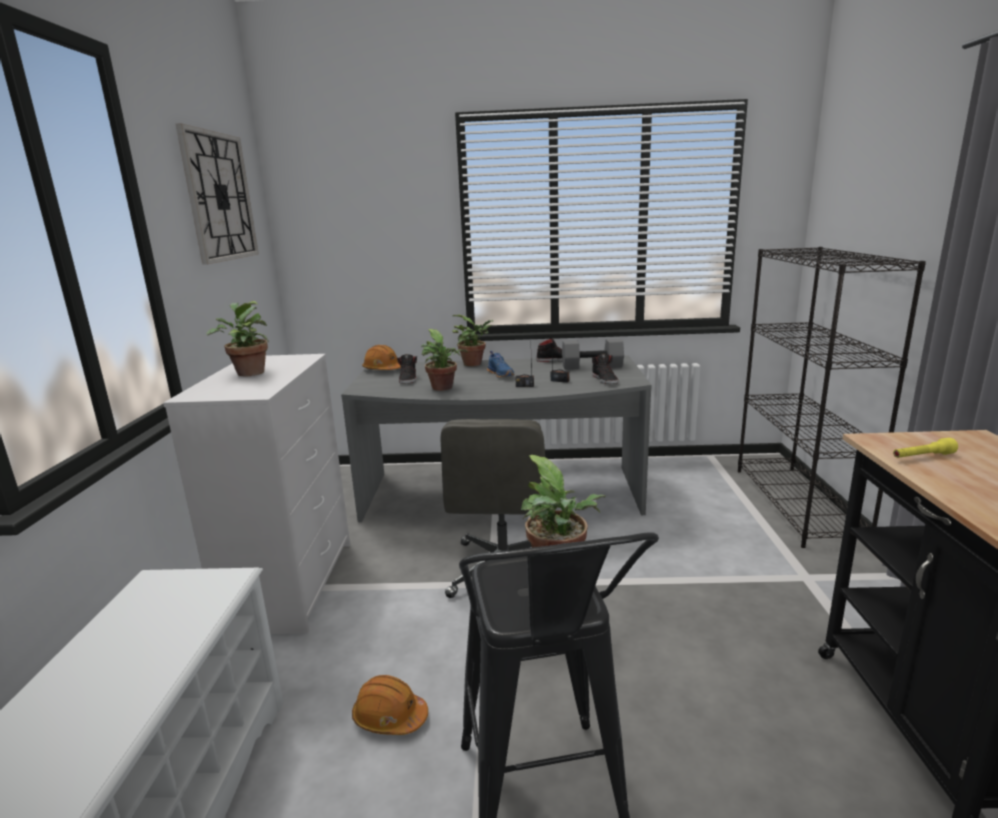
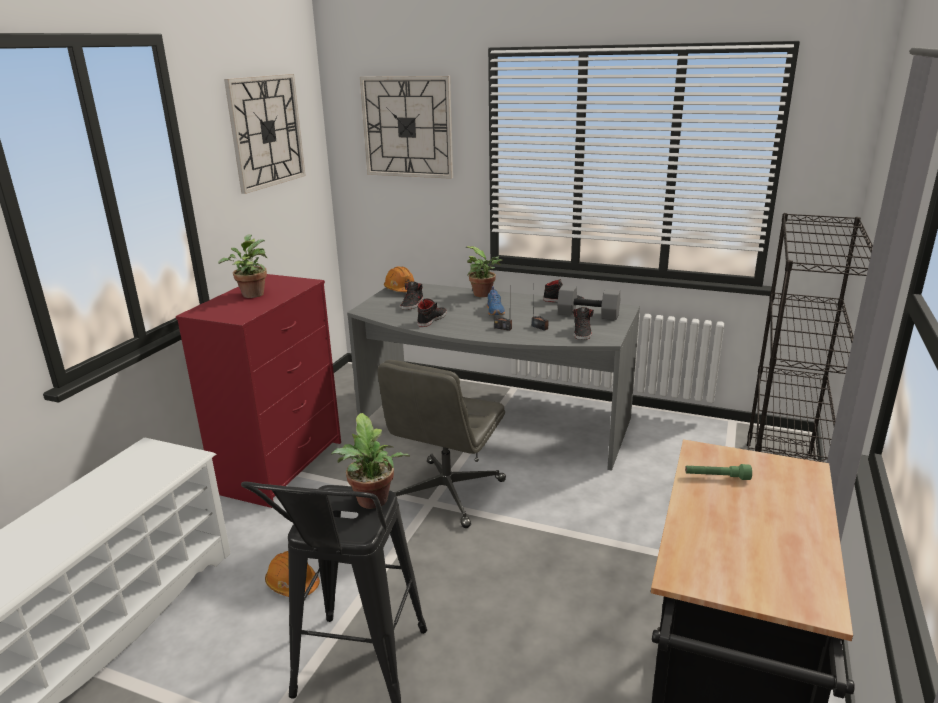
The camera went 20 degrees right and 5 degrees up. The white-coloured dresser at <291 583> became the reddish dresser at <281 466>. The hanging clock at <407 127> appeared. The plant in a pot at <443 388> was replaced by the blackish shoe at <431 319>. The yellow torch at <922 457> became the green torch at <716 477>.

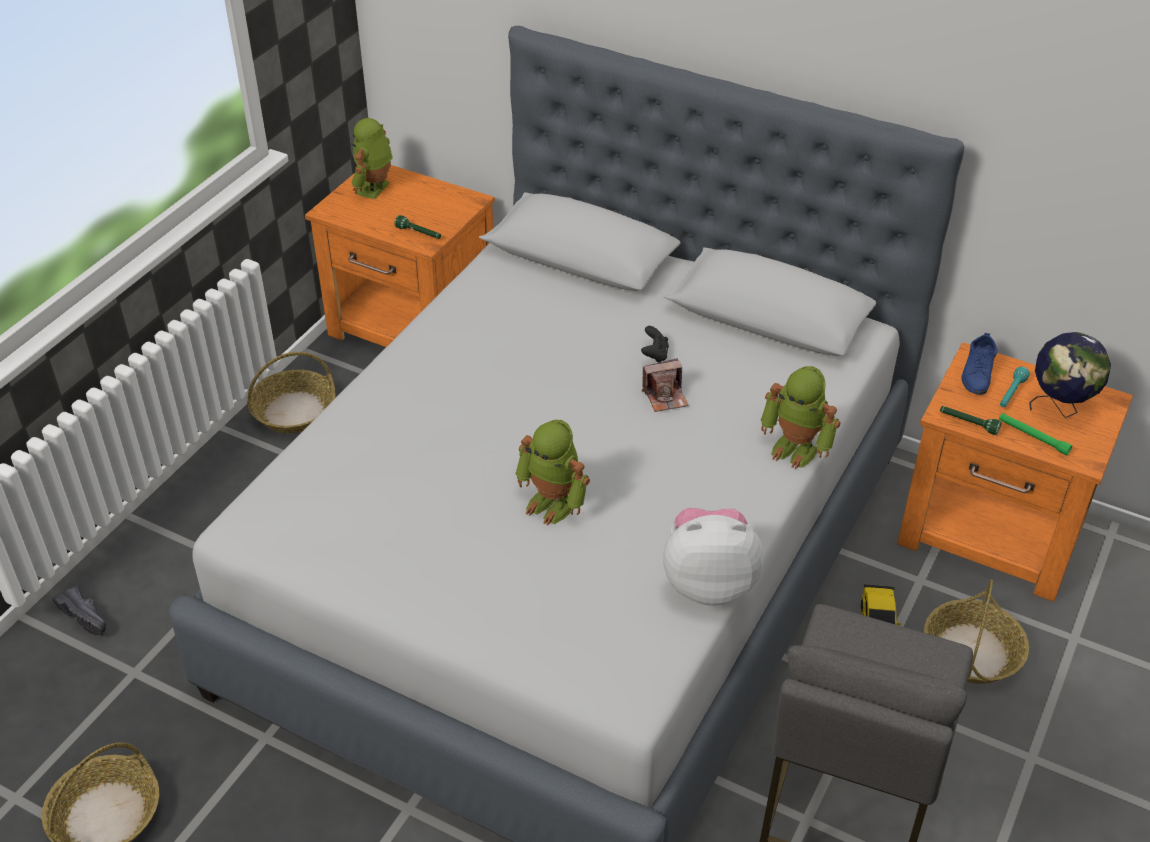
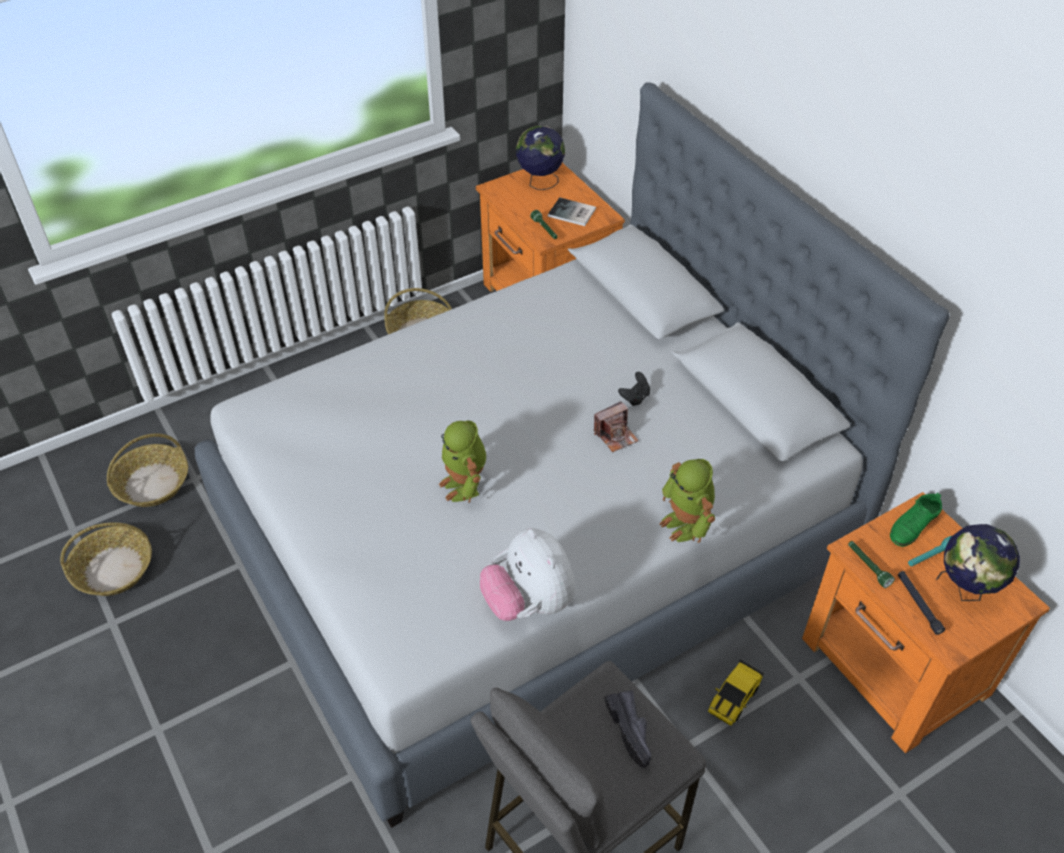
The camera went 30 degrees right and 5 degrees up. The storage basket moved from <972 652> to <151 484>. The plush toy at <709 582> turned 150 degrees counterclockwise. The robot figure at <375 189> was replaced by the desk globe at <540 183>. The book at <572 213> appeared. The still camera at <665 396> turned 45 degrees counterclockwise. The blackish shoe moved from <88 616> to <633 732>. The bluish shoe at <977 373> became the green shoe at <913 525>. The green torch at <1033 437> became the blackish torch at <918 604>.

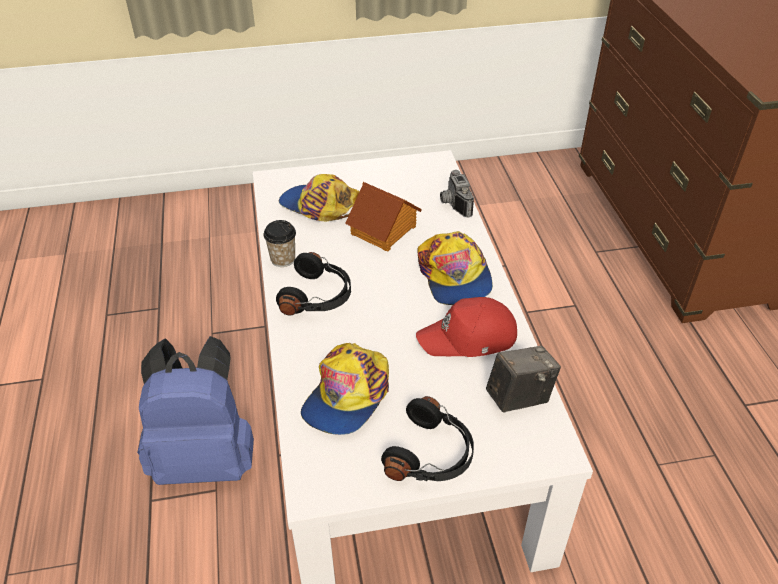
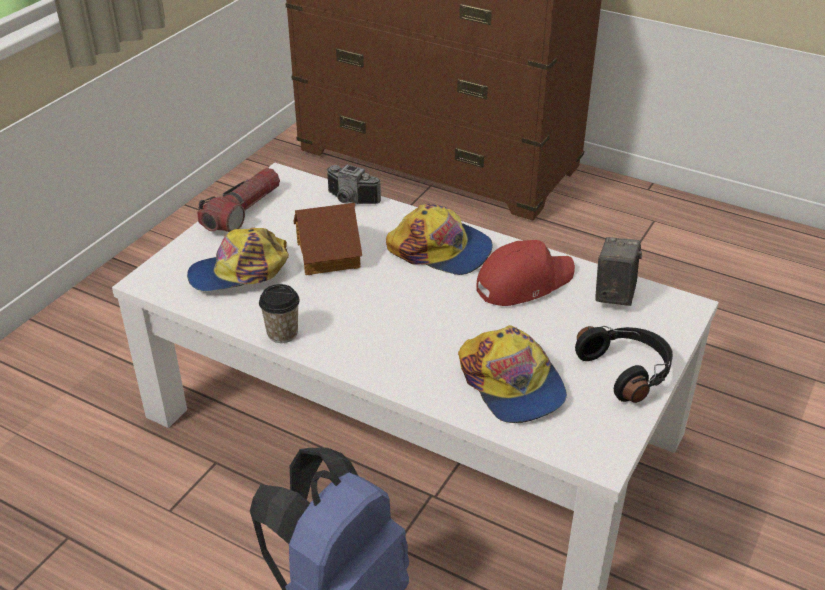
The camera went 50 degrees left and 5 degrees down. The torch at <242 211> appeared. The reddish baseball cap at <469 338> turned 150 degrees counterclockwise. The blackish headphones at <318 297> disappeared.

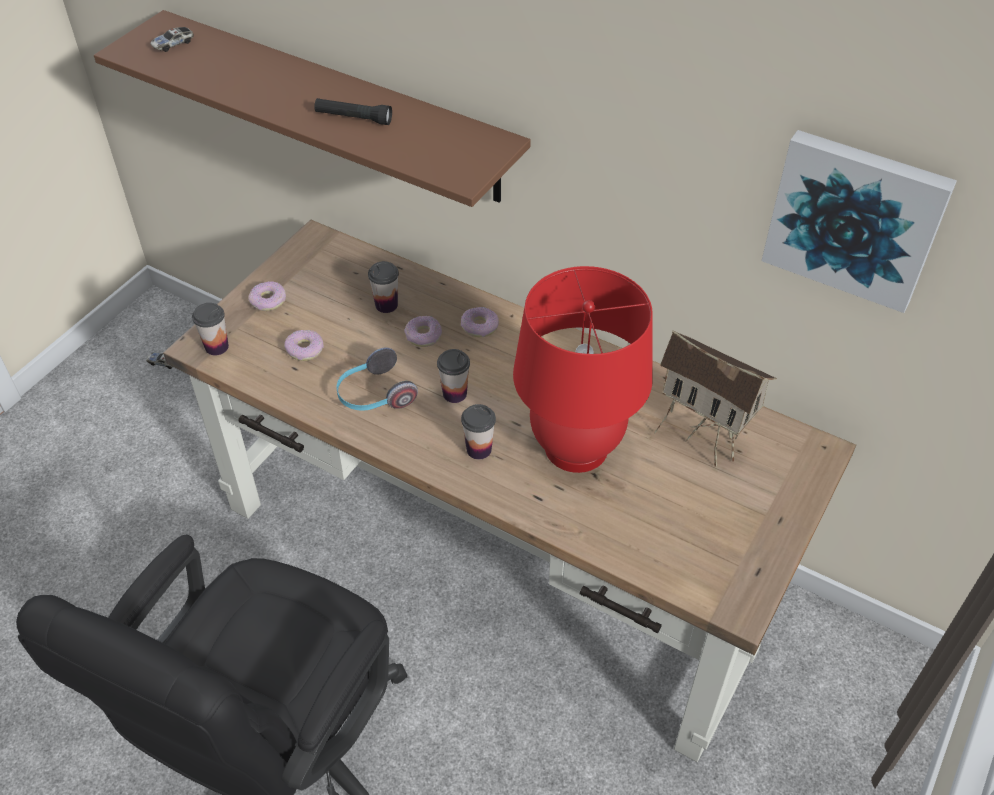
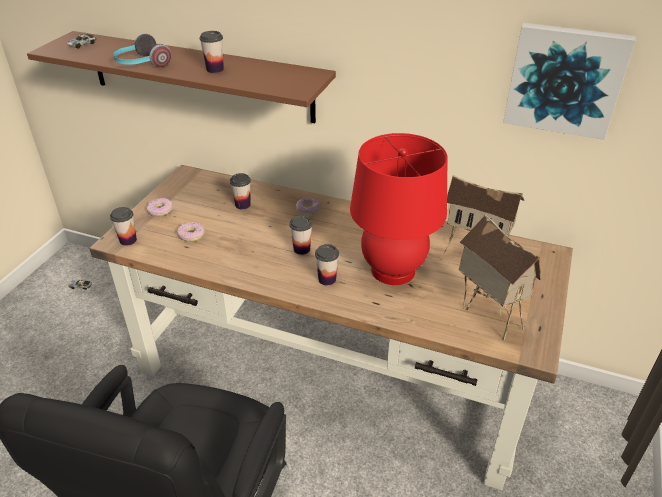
The camera went 10 degrees left and 10 degrees down. The headphones moved from <374 395> to <141 64>. The blackish torch at <353 118> was replaced by the cup at <215 69>. The toy house at <487 315> appeared. The doughnut at <423 336> disappeared.

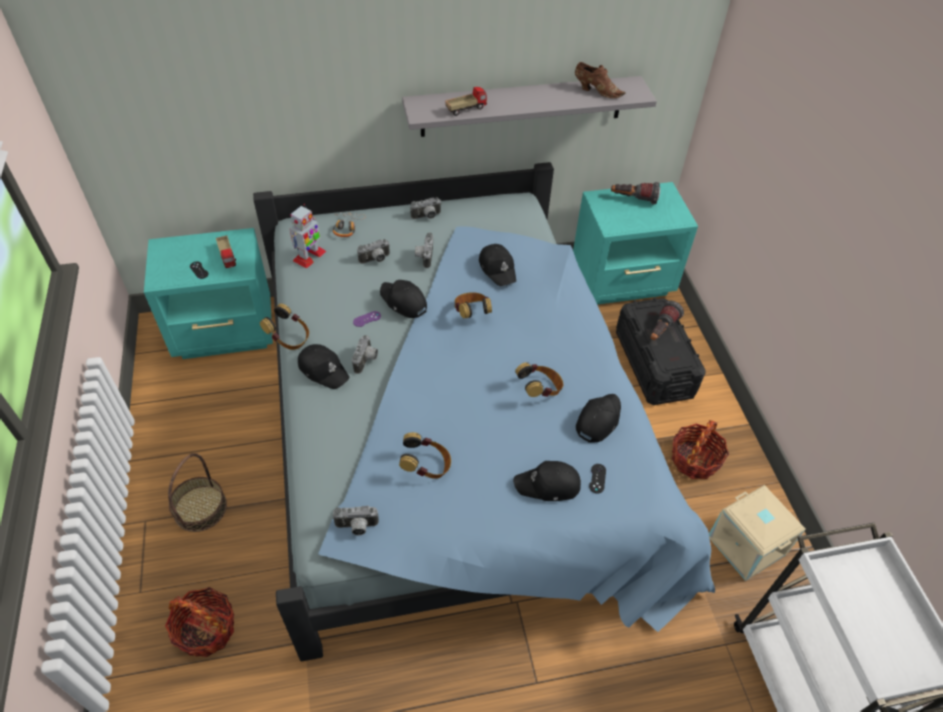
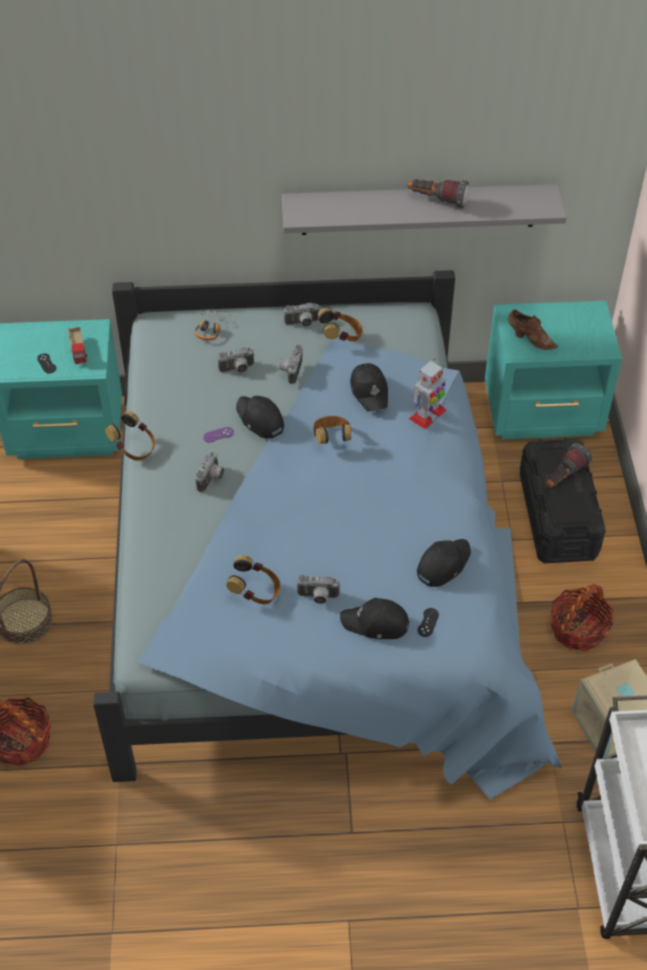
The camera went 10 degrees right and 0 degrees up. The still camera moved from <356 527> to <317 597>. The headphones moved from <540 390> to <341 337>. The torch moved from <633 199> to <437 201>. The robot figure moved from <309 256> to <427 415>. The brown shoe moved from <596 91> to <529 338>. The blackish baseball cap at <323 370> disappeared. The toy truck at <466 109> disappeared.

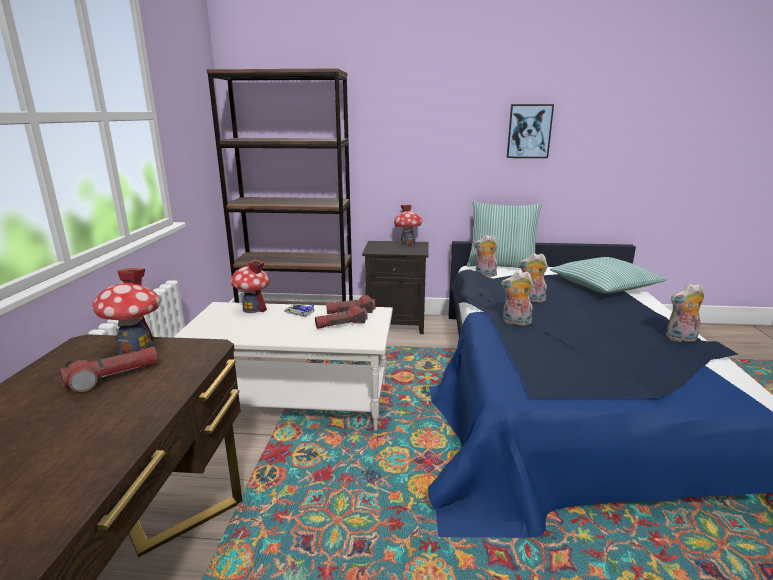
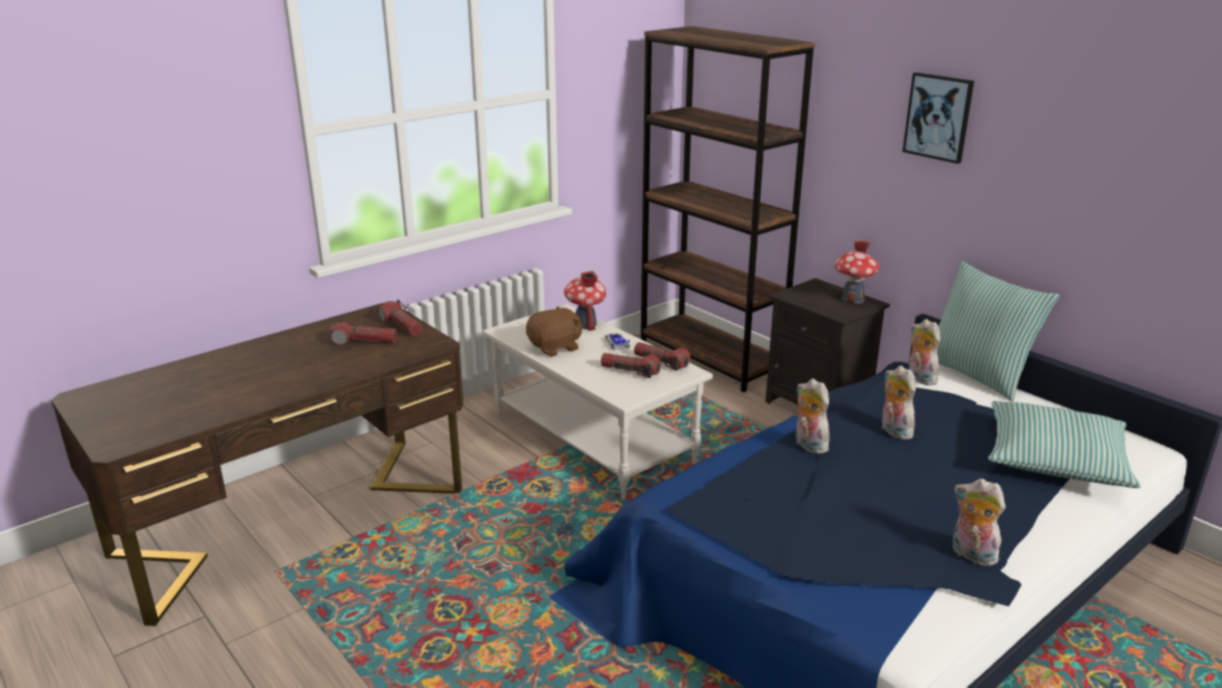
The camera went 45 degrees right and 5 degrees up. The toy house at <136 348> was replaced by the torch at <402 326>. The brown plush toy at <555 348> appeared. The wall art moved from <529 131> to <938 117>.

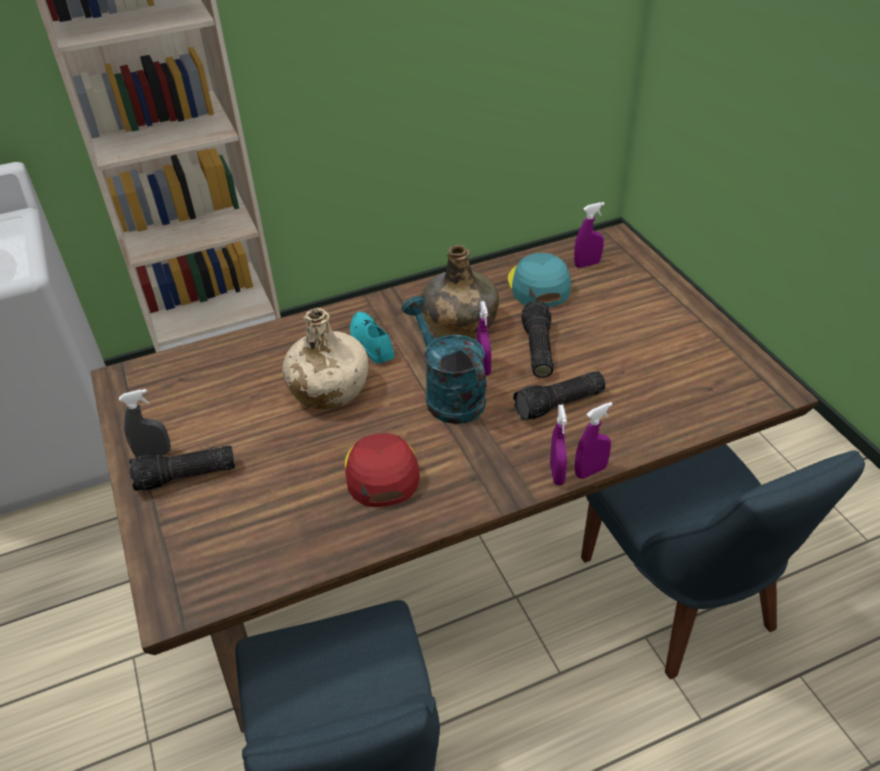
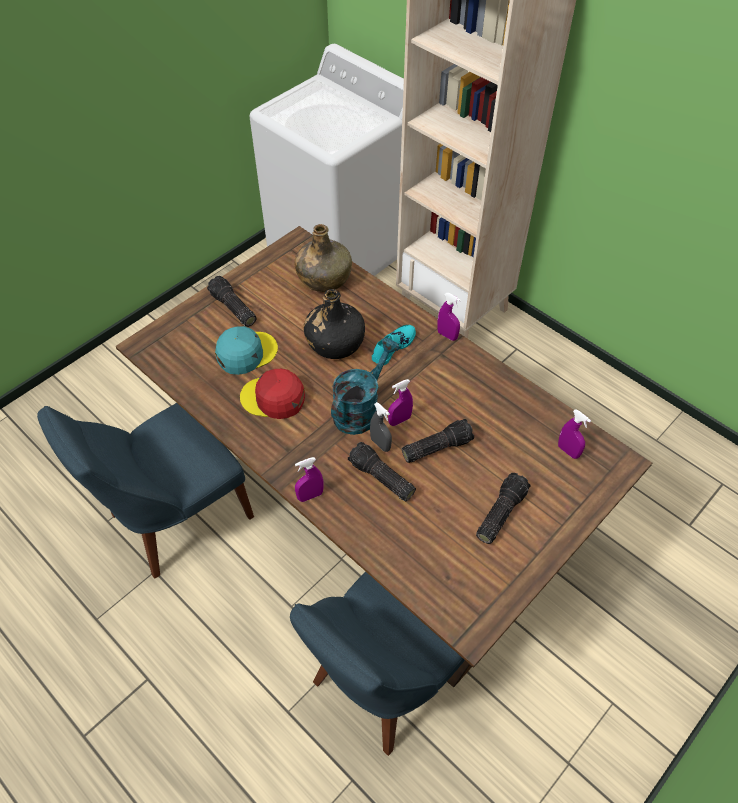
The camera went 65 degrees right and 10 degrees up. The blue-green baseball cap moved from <538 285> to <246 353>. The reddish baseball cap at <381 472> turned 135 degrees counterclockwise. The green drink bottle moved from <459 324> to <324 278>. The beige-coloured drink bottle at <328 389> became the blackish drink bottle at <335 343>. The grey hand sprayer moved from <154 454> to <380 444>. The purple-coloured hand sprayer moved from <590 471> to <447 335>. The torch at <499 513> appeared.

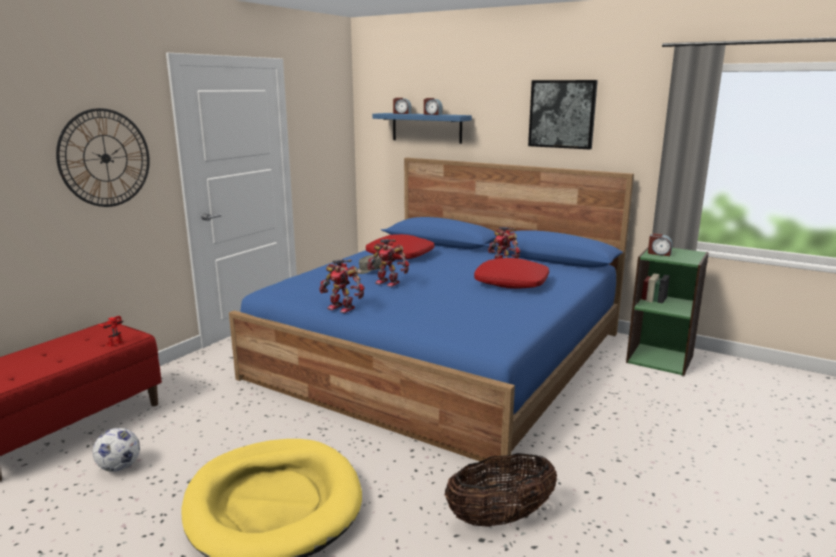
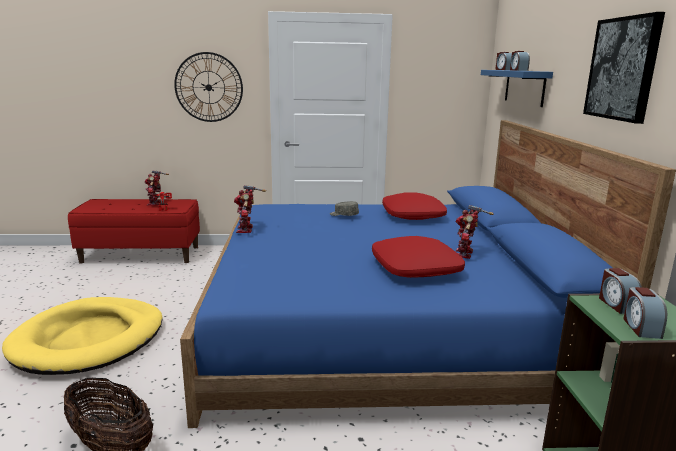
The camera went 55 degrees right and 0 degrees up. The robot figure moved from <388 282> to <155 203>. The bedside clock at <641 327> appeared. The football at <119 467> disappeared.

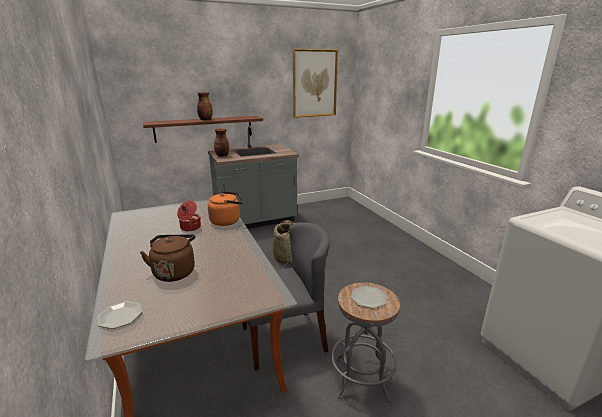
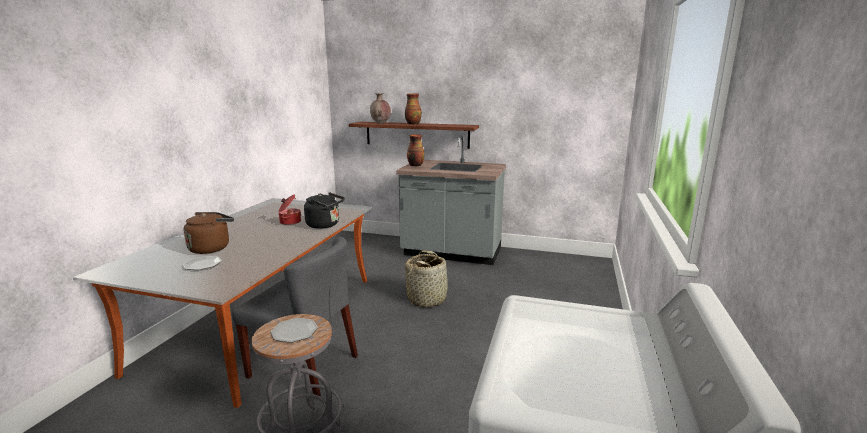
The camera went 40 degrees right and 5 degrees down. The plate moved from <120 316> to <203 264>. The orangey tea kettle at <227 221> became the blackish tea kettle at <325 225>. The brown decorative vase at <380 123> appeared. The wall art at <314 83> disappeared.

